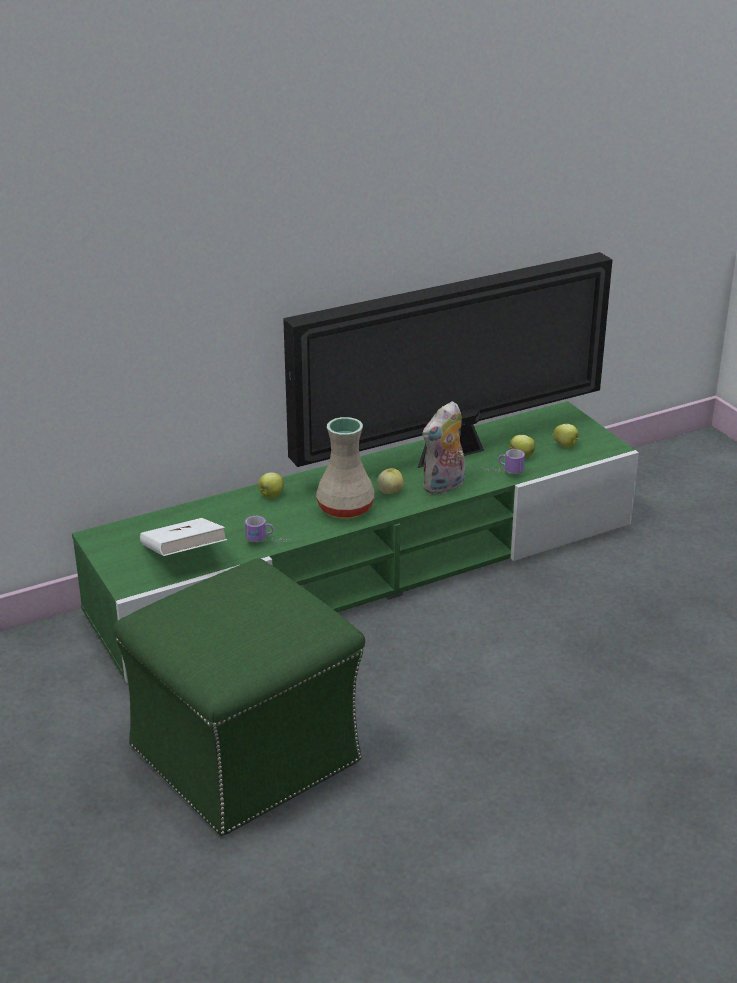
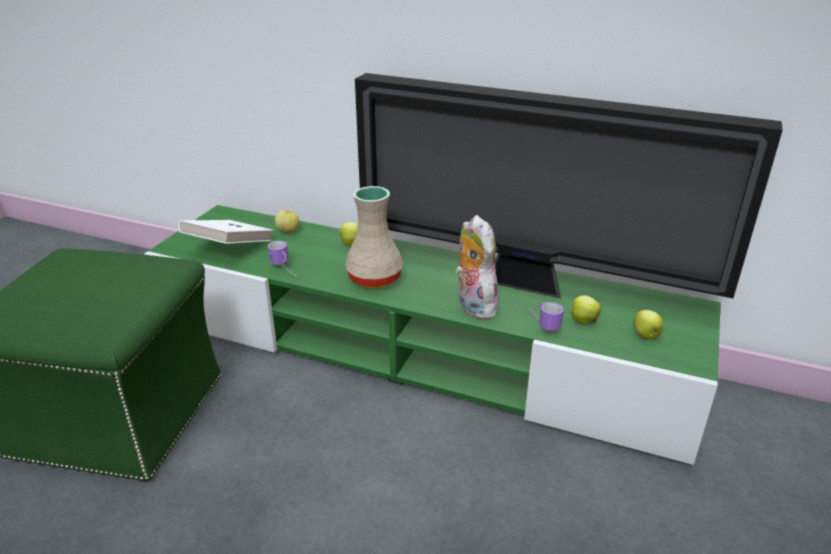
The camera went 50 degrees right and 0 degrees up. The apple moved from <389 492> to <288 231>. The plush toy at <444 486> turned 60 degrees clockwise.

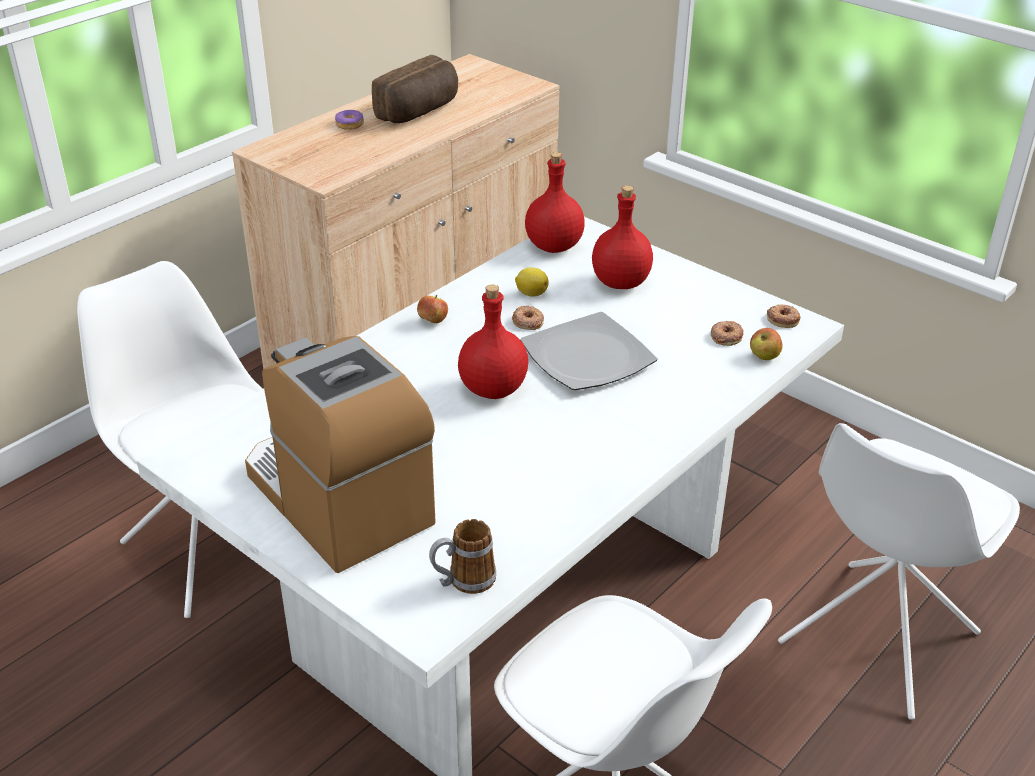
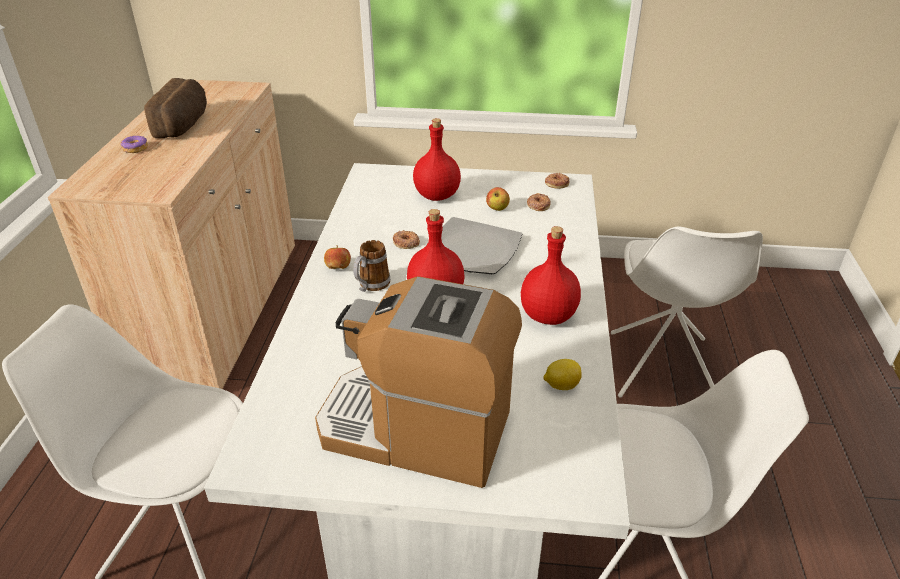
The camera went 35 degrees left and 0 degrees up. The tea mug moved from <463 581> to <371 286>. The apple moved from <764 356> to <497 208>. The reddish drink bottle moved from <553 246> to <547 316>. The citrus fruit moved from <531 293> to <561 385>.

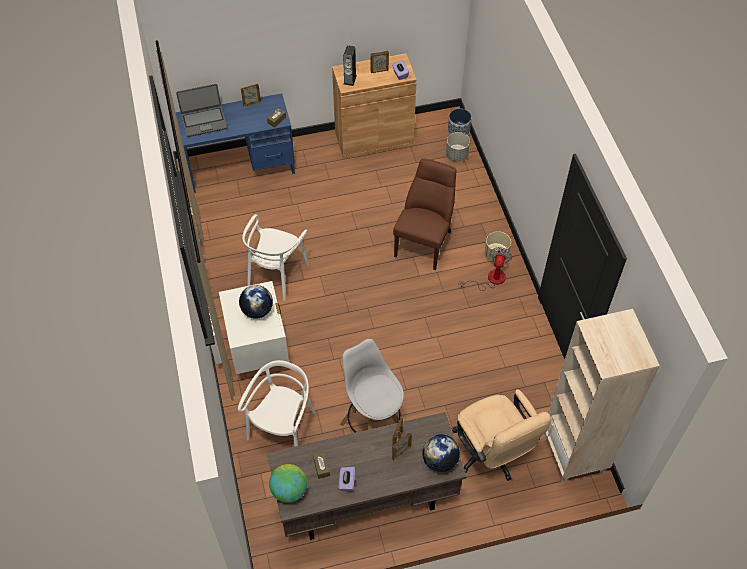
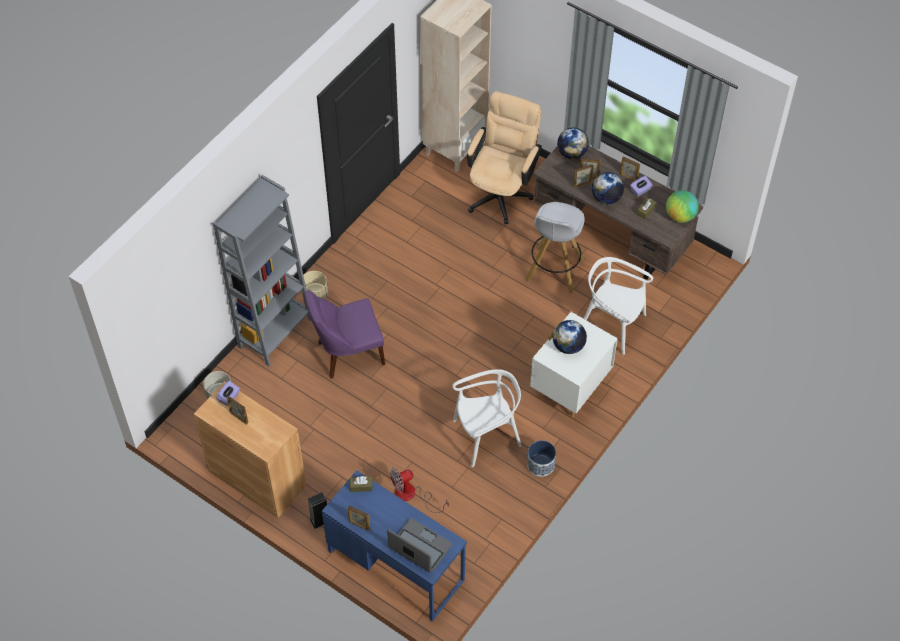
The camera went 130 degrees left and 0 degrees up. The grey bookcase at <275 333> appeared. The brown chair at <424 241> became the purple-coloured chair at <347 353>. The audio speaker moved from <350 79> to <320 520>. The fan moved from <490 279> to <412 495>. The planter moved from <459 130> to <540 464>. The white-coloured chair at <283 428> turned 45 degrees clockwise. The desk globe at <606 198> appeared. The picture frame at <628 178> appeared.

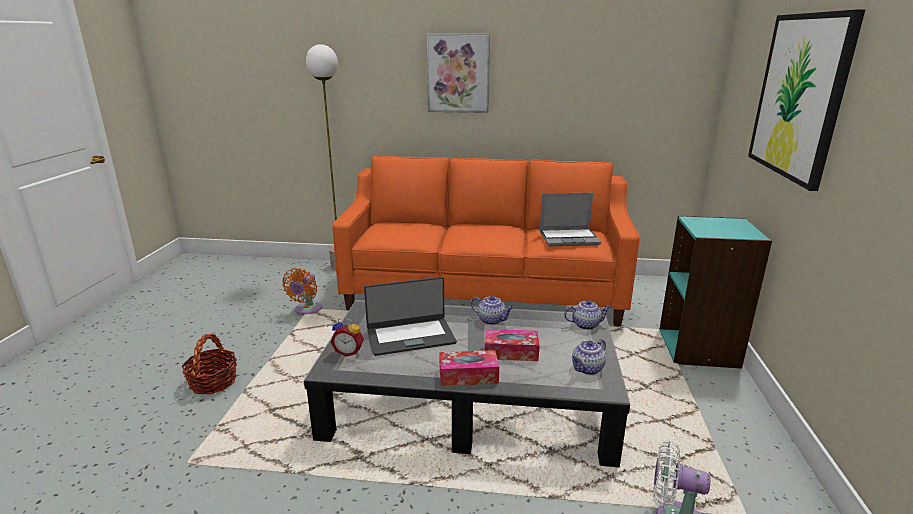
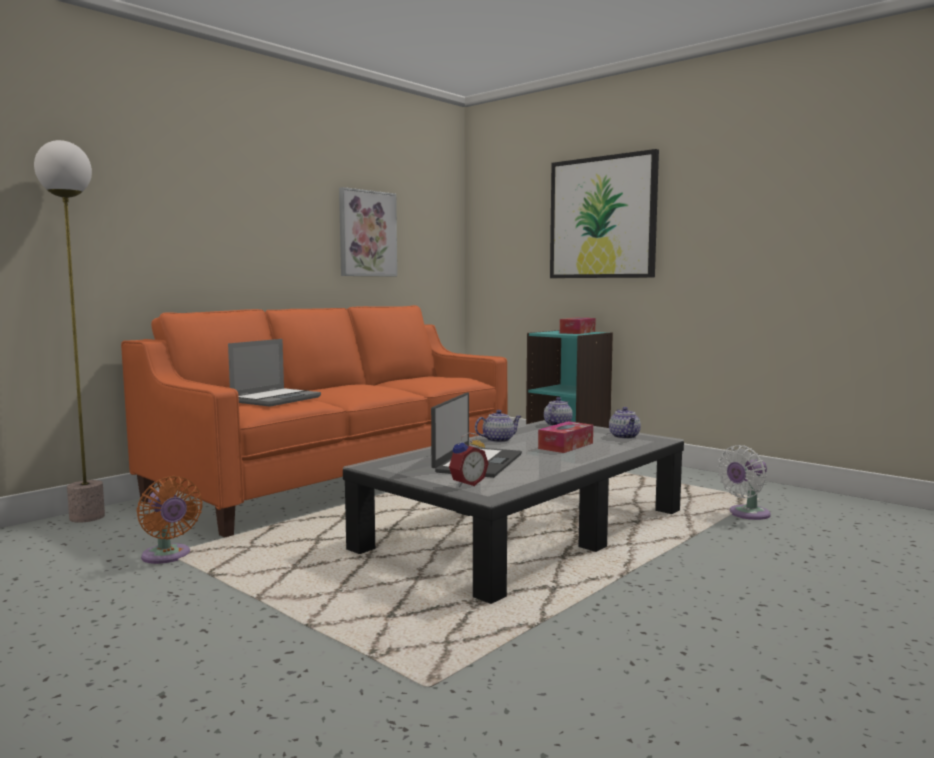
The camera went 55 degrees left and 15 degrees down. The laptop moved from <569 238> to <276 399>. The wall art moved from <458 73> to <367 233>. The tissue box moved from <468 375> to <577 332>. The storage basket at <213 382> disappeared.

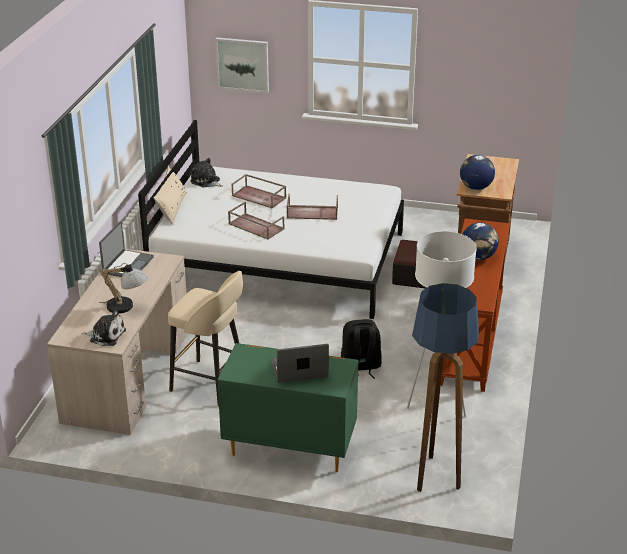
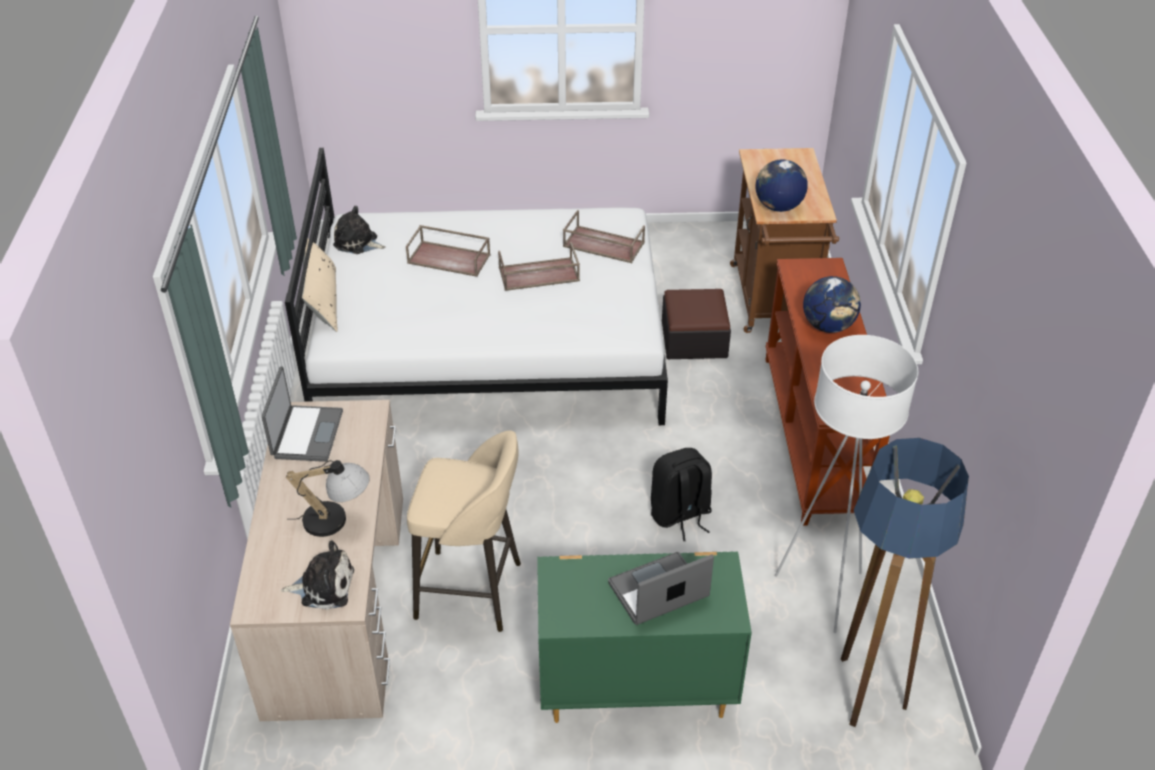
The camera went 15 degrees left and 10 degrees up. The brown serving tray moved from <255 226> to <602 245>. The wall art at <242 64> disappeared.

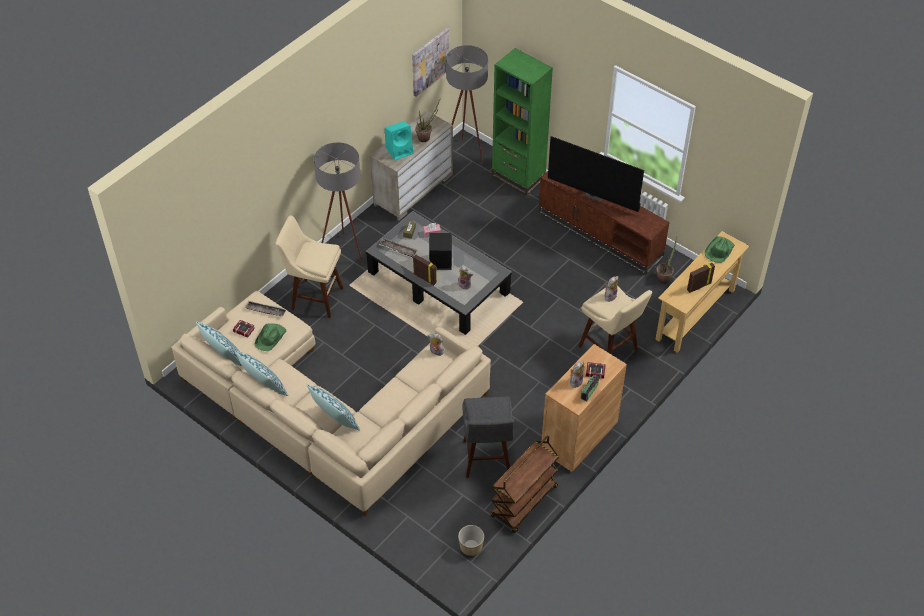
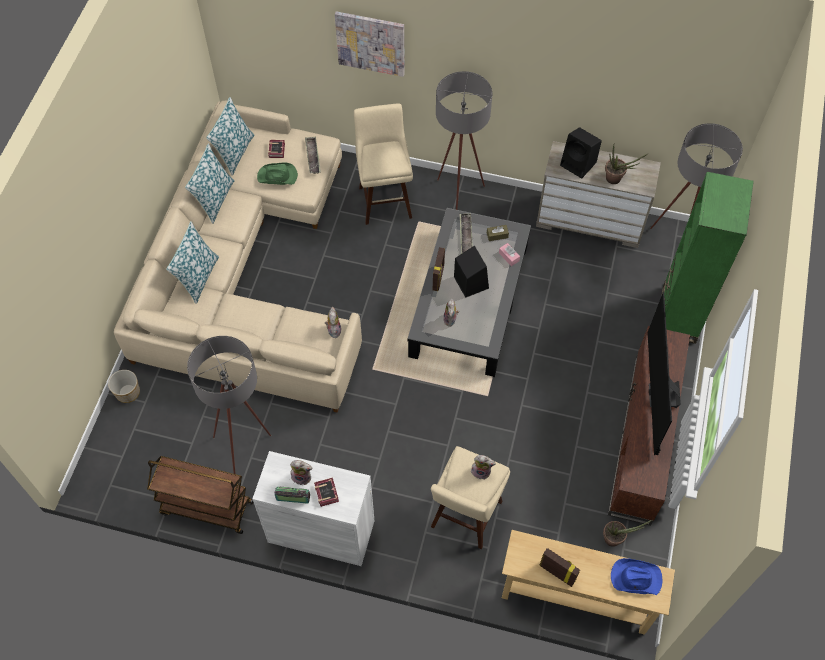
The camera went 65 degrees right and 10 degrees up. The planter moved from <470 547> to <127 392>. The grey stool at <487 460> was replaced by the grey standard lamp at <246 448>. The brown storage cabinet at <579 436> became the white-coloured storage cabinet at <321 531>. The wall art moved from <430 61> to <371 43>. The blue-green audio speaker at <400 150> became the blackish audio speaker at <579 164>. The green hat at <719 251> became the bluish hat at <635 578>.

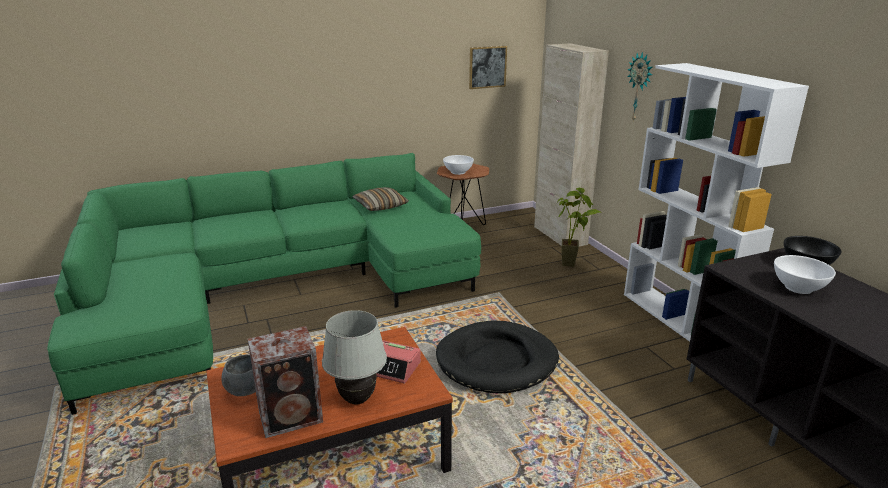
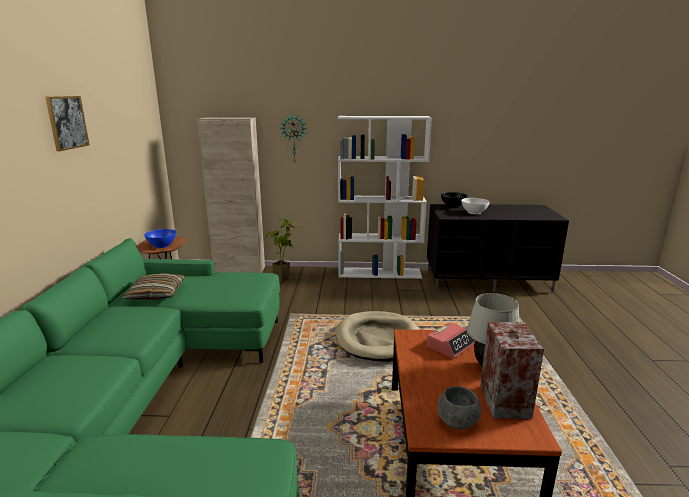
The camera went 65 degrees left and 5 degrees down. The wall art moved from <487 67> to <67 122>. The white-coloured bowl at <458 172> became the bluish bowl at <162 246>. The blackish dog bed at <497 361> became the beige-coloured dog bed at <378 339>.

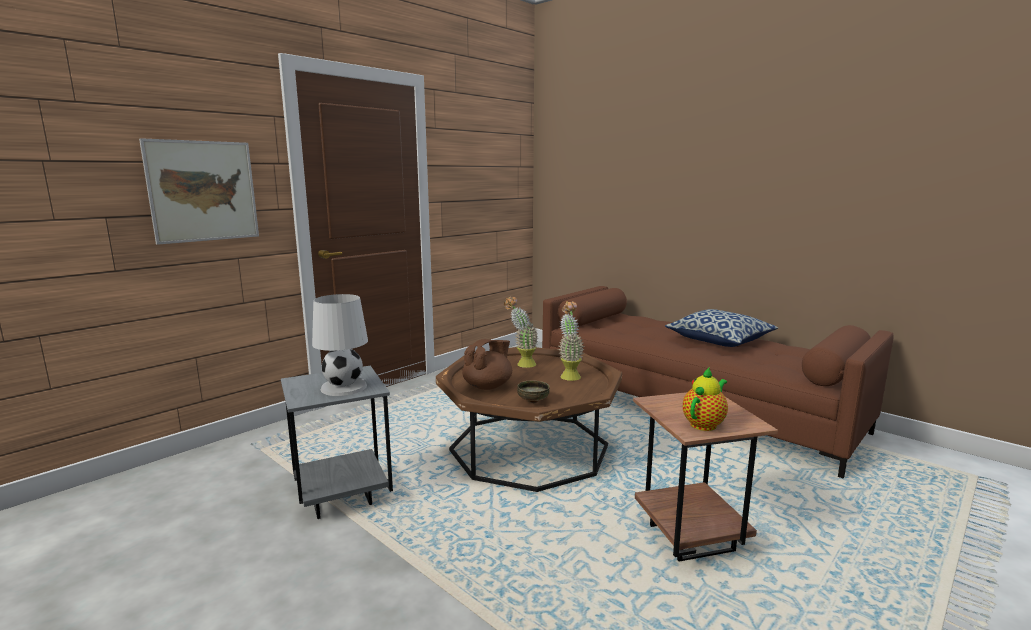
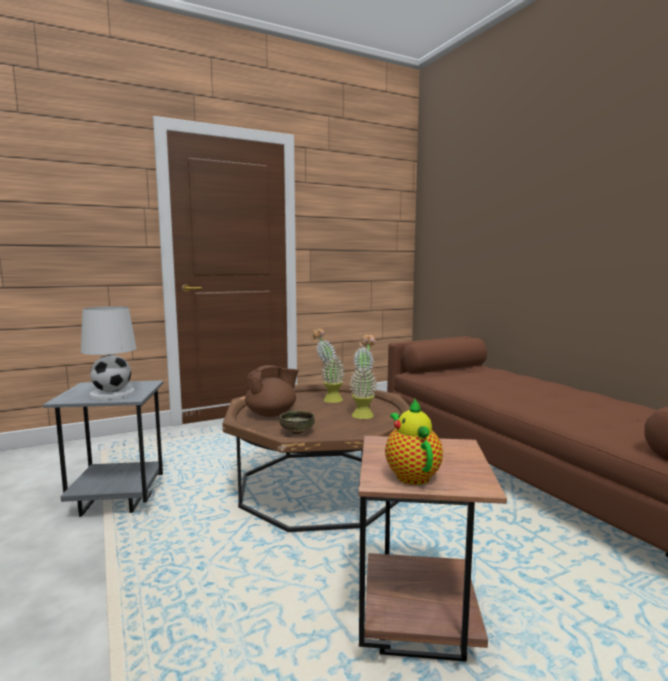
The camera went 20 degrees right and 5 degrees down. The tea pot at <704 424> turned 75 degrees counterclockwise. The wall art at <203 191> disappeared. The throw pillow at <719 341> disappeared.

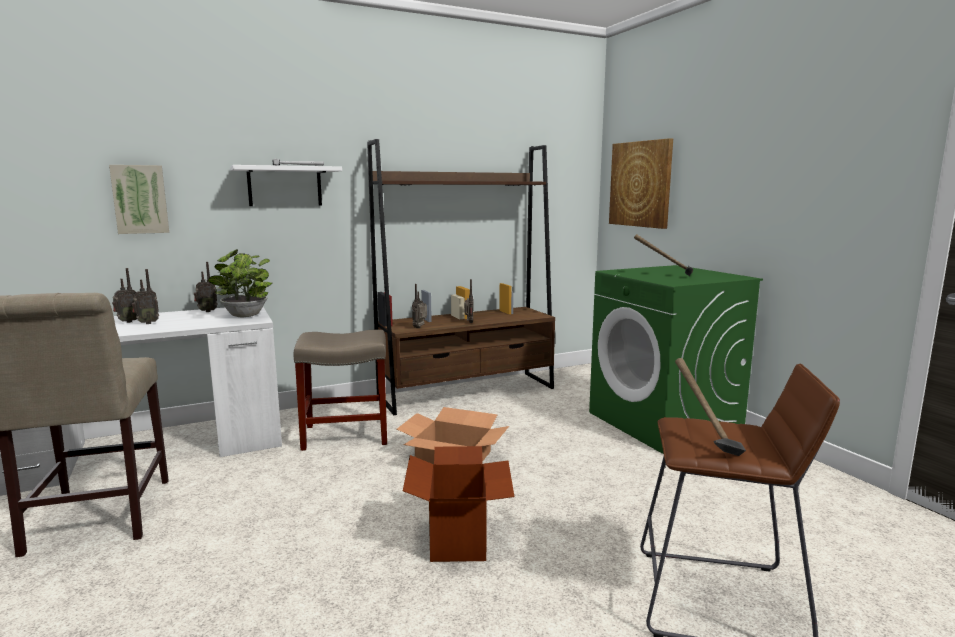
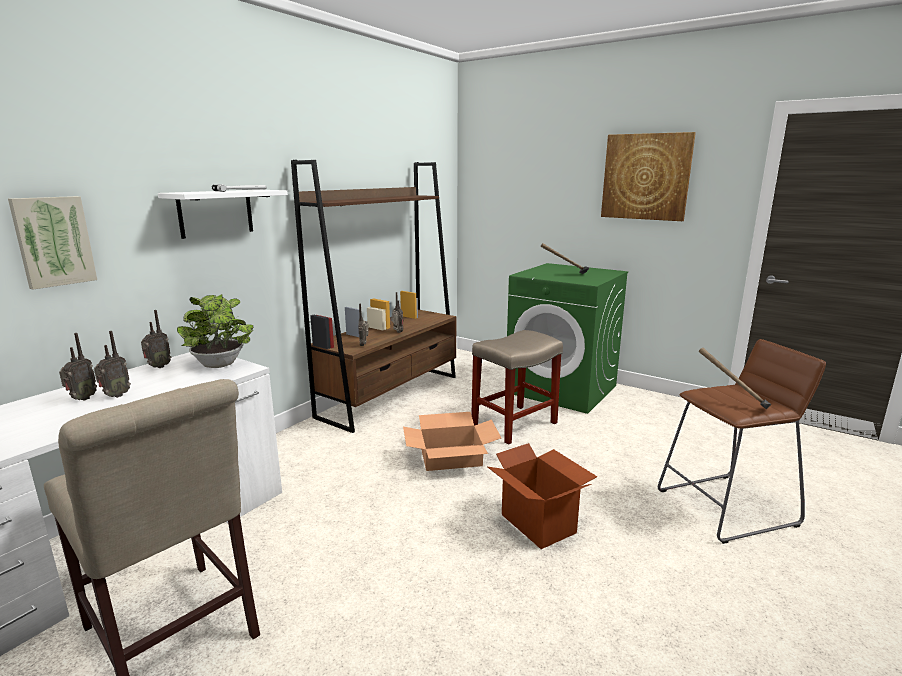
The camera went 30 degrees left and 5 degrees up. The beige-coloured stool moved from <347 434> to <515 423>. The wall art moved from <640 184> to <646 177>.

